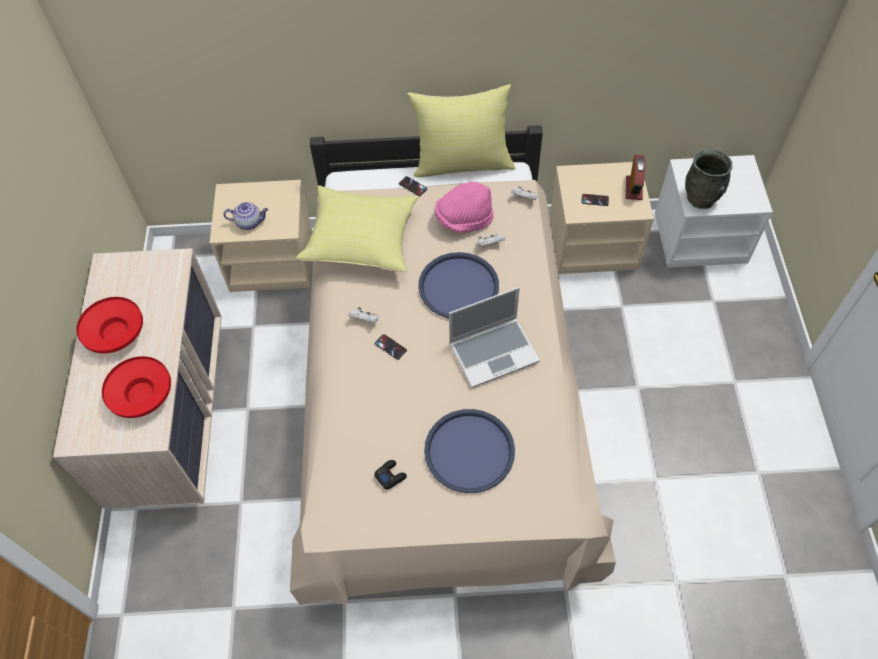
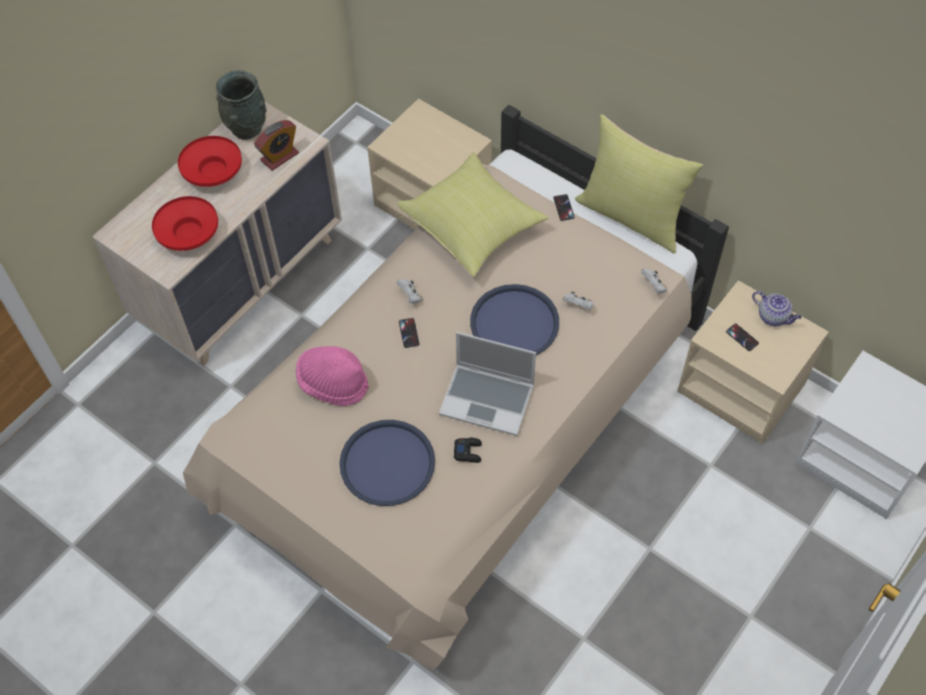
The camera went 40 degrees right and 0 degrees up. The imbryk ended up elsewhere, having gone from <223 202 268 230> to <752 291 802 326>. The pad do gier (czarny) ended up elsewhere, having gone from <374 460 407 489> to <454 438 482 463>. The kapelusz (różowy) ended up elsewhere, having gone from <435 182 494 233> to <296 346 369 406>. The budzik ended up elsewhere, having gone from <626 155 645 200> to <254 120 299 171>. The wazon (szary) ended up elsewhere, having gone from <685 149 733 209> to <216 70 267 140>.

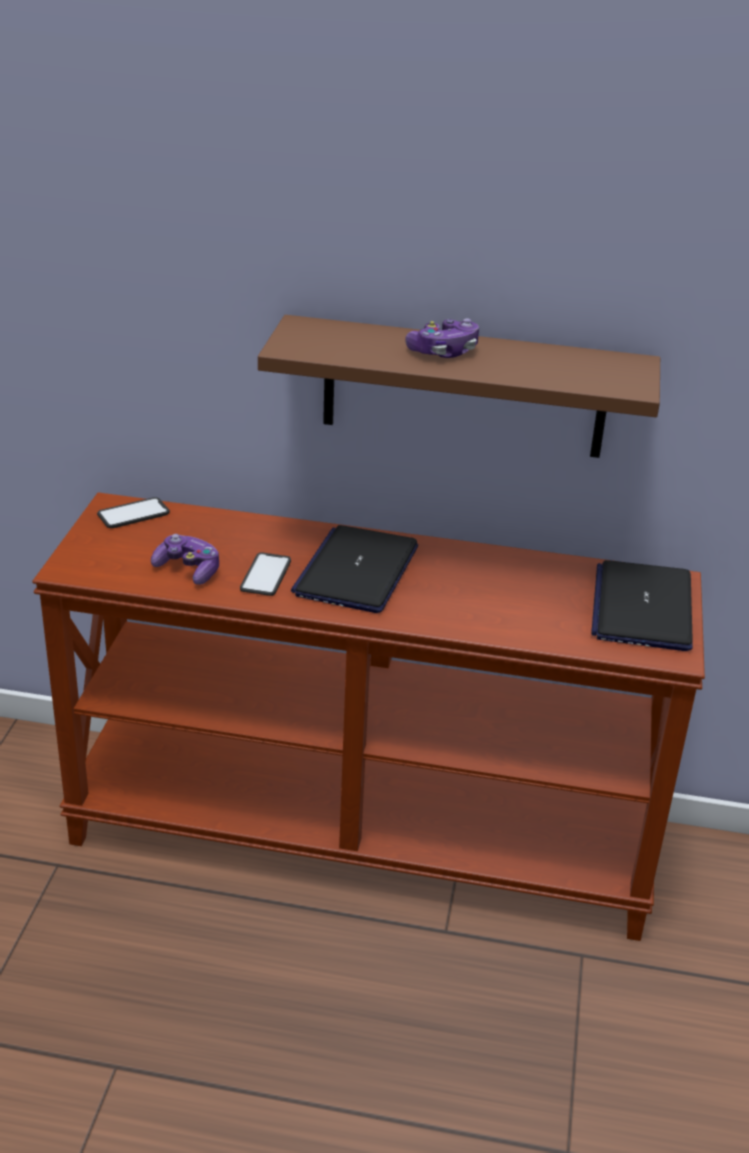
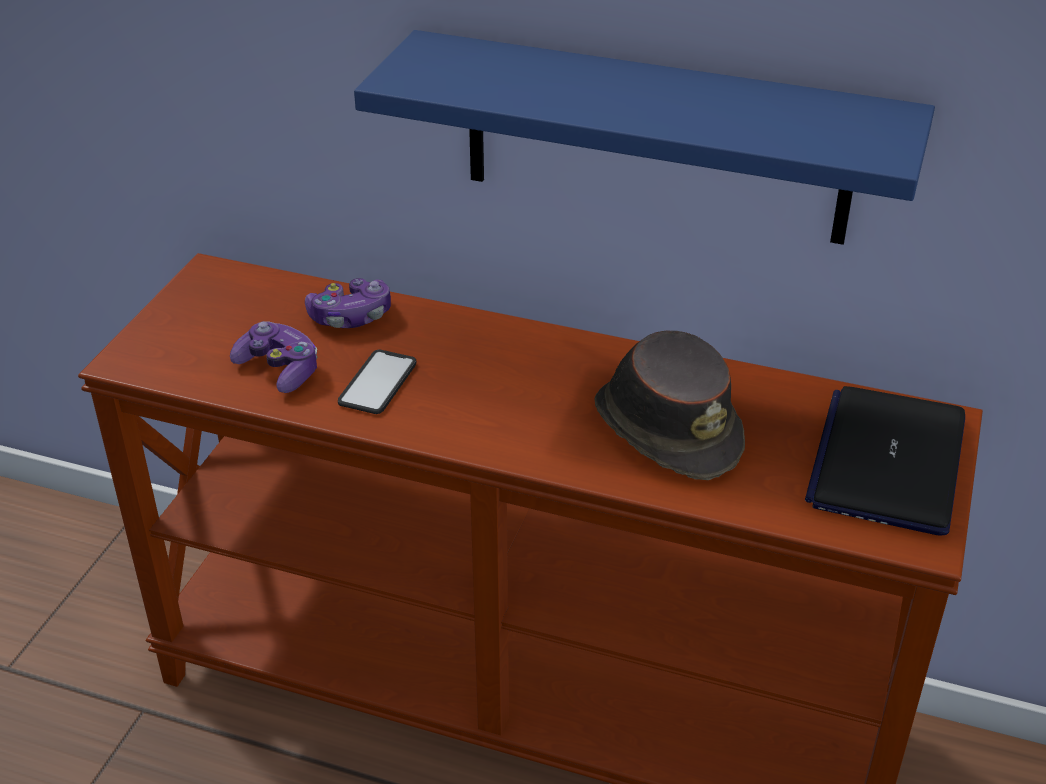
The camera went 10 degrees right and 5 degrees up. The second view lost the telefon at <97 497 170 528>. What was the półka (brązowy) at <258 315 660 458> turned into the półka (niebieski) at <354 30 935 245>. The second view lost the laptop at <291 525 418 613>. The pad do gier ended up elsewhere, having gone from <405 318 479 358> to <305 278 391 328>. The second view gained the kapelusz (brązowy) at <594 330 745 480>.

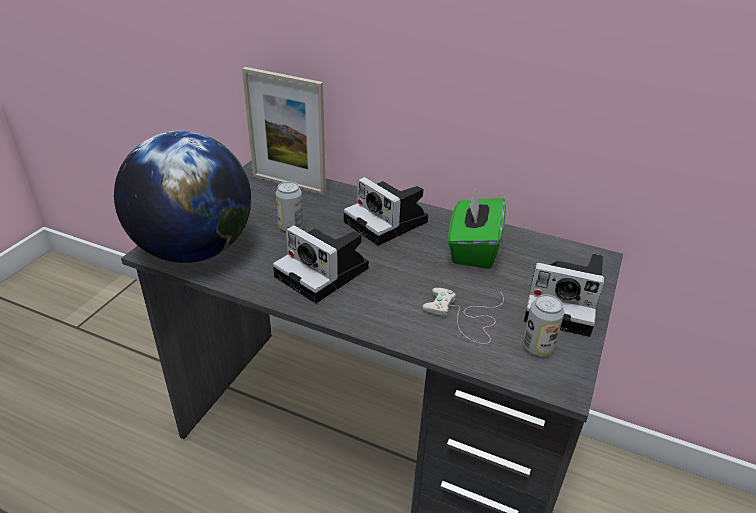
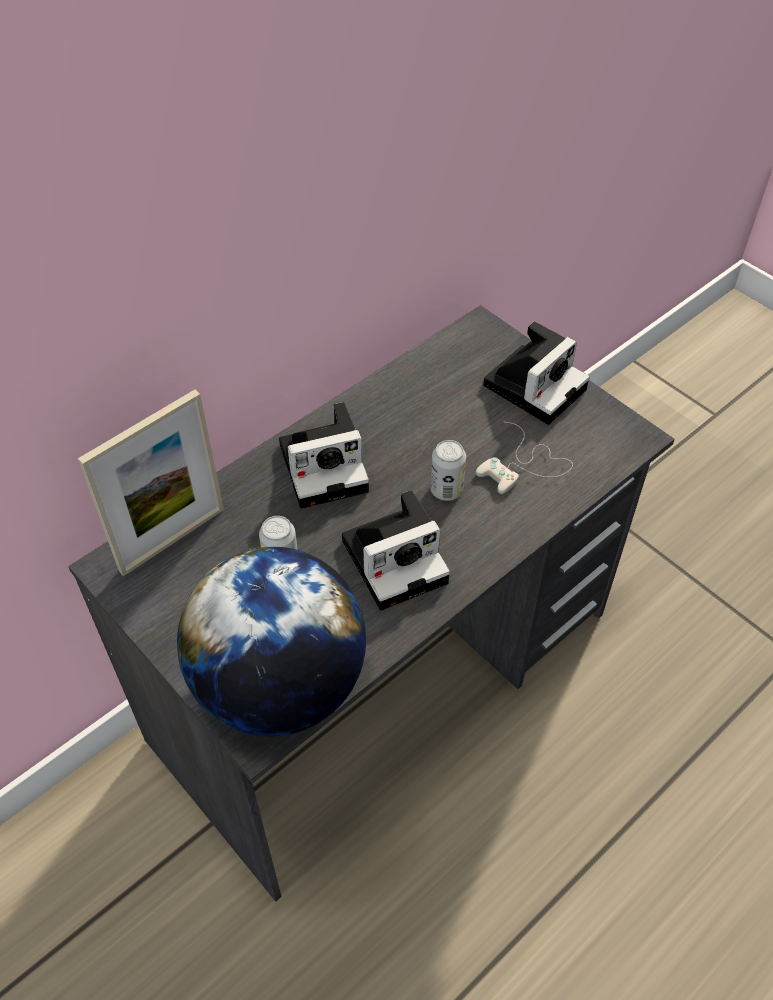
The camera went 65 degrees left and 15 degrees up. The second view lost the pudełko chusteczek (zielony) at <448 188 506 269>. The puszka ended up elsewhere, having gone from <523 294 564 356> to <430 440 466 501>.

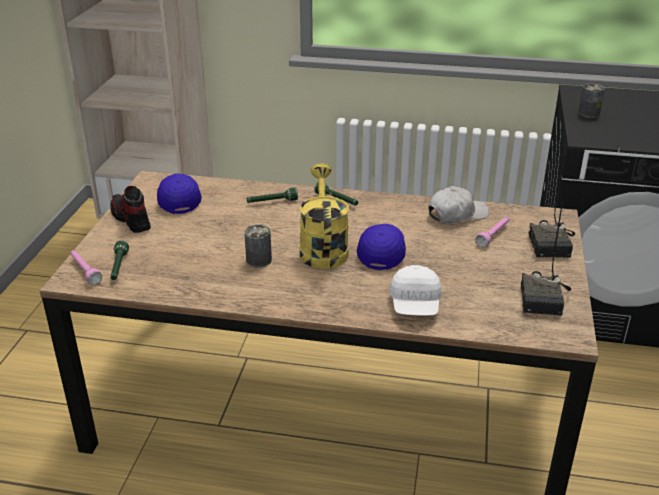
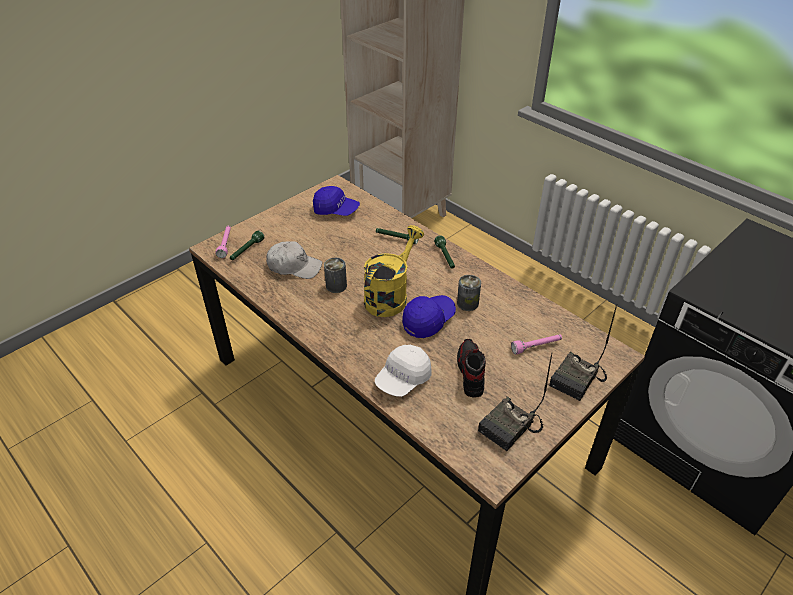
The camera went 35 degrees right and 10 degrees up. The but ended up elsewhere, having gone from <110 186 151 233> to <457 339 486 397>. The czapka z daszkiem (niebieski) at <157 173 202 214> ended up facing another way, 90 degrees clockwise from before. The czapka z daszkiem (biały) ended up elsewhere, having gone from <429 186 489 224> to <266 241 322 279>. The puszka ended up elsewhere, having gone from <578 84 605 118> to <457 275 481 311>.

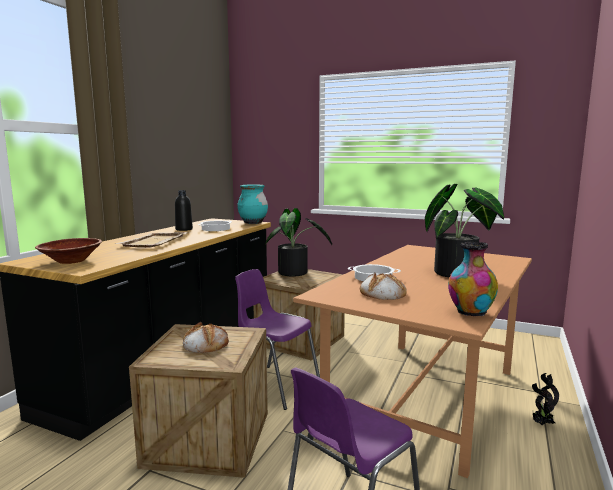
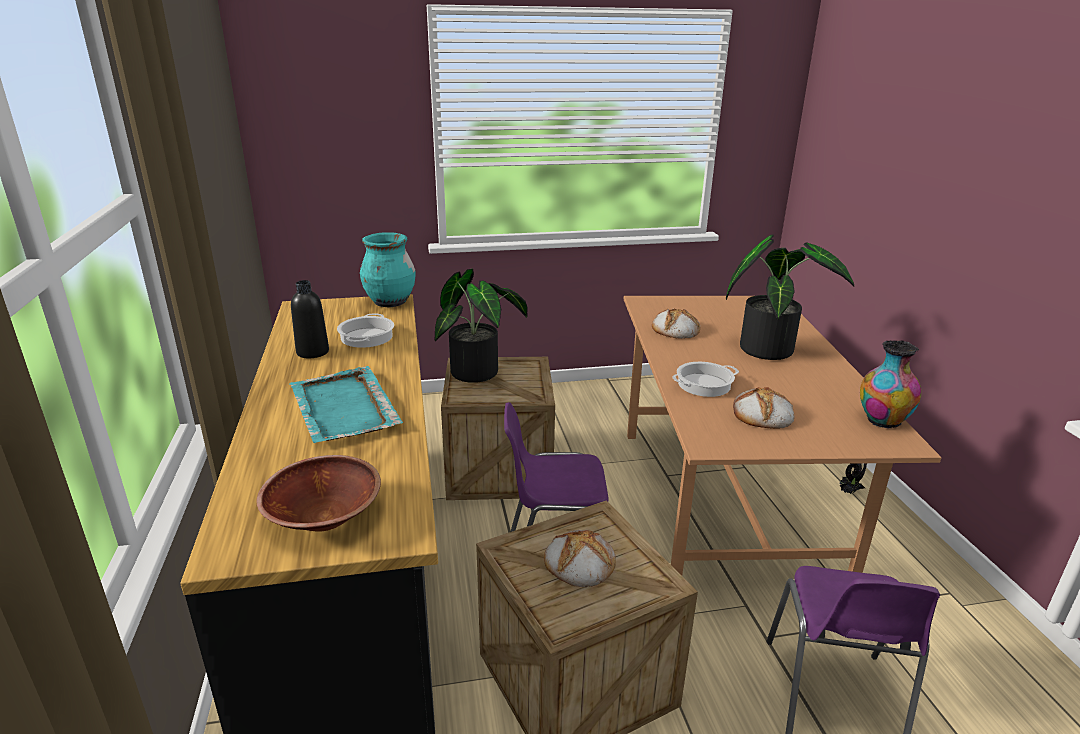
The camera went 35 degrees left and 15 degrees up. What was the taca (beżowy) at <115 232 188 248> turned into the taca (turkusowy) at <290 366 403 443>. The second view gained the chleb at <652 308 700 339>.

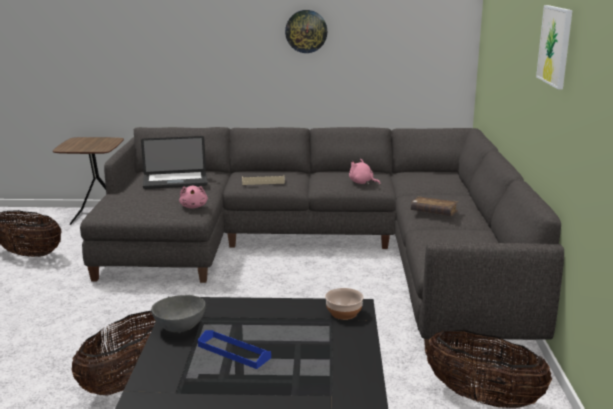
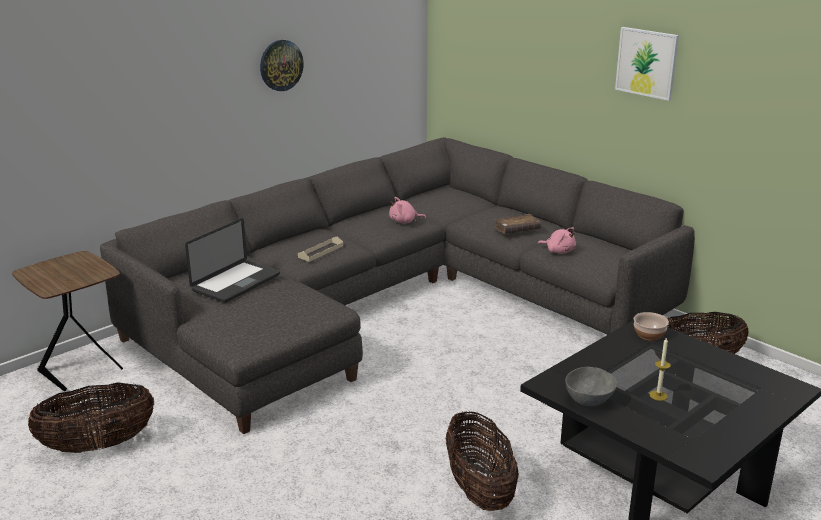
The camera went 45 degrees left and 5 degrees up. The pluszak (różowy) ended up elsewhere, having gone from <179 186 208 208> to <537 227 576 254>. Where the taca (niebieski) stood at <198 330 271 369>, the świeca came to stand at <649 337 671 401>.

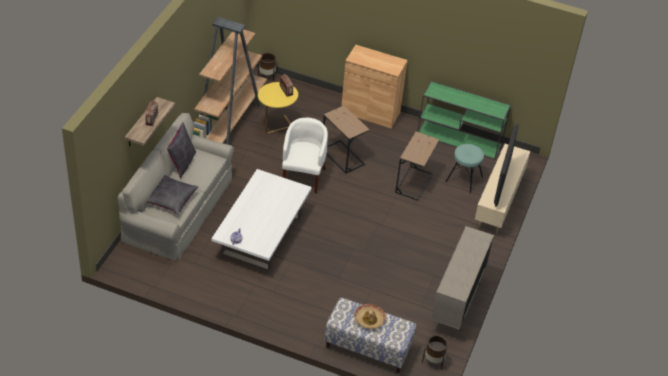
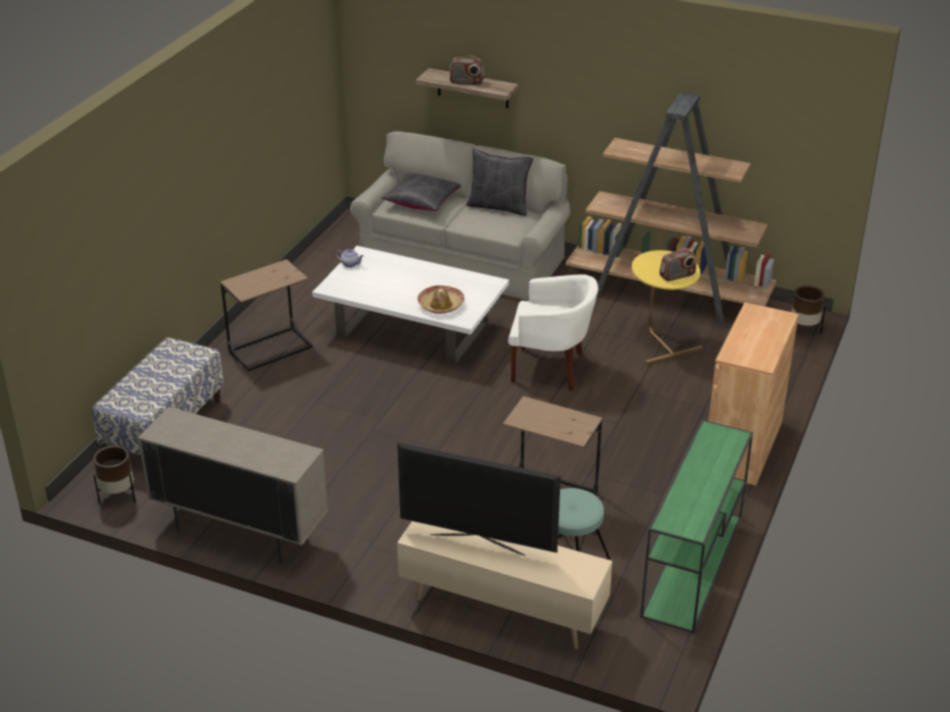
The camera went 95 degrees right and 10 degrees down. The stolik (brązowy) ended up elsewhere, having gone from <323 105 370 174> to <220 259 313 371>. The kapelusz ended up elsewhere, having gone from <354 304 386 329> to <417 285 465 314>.

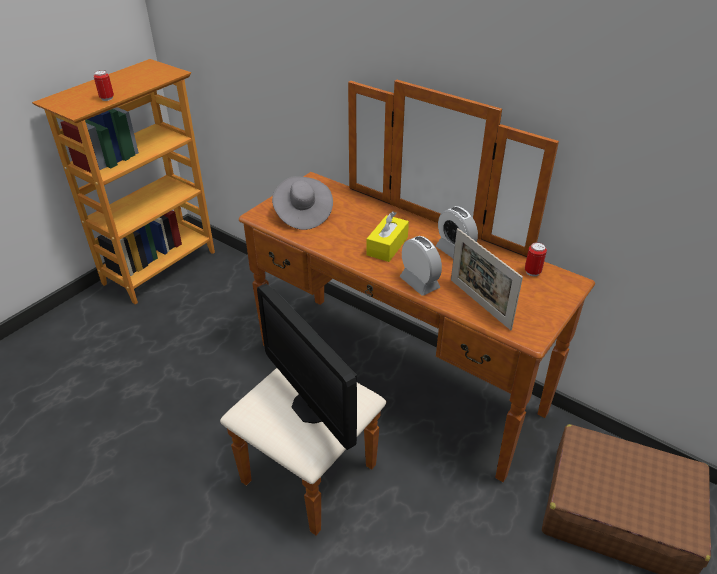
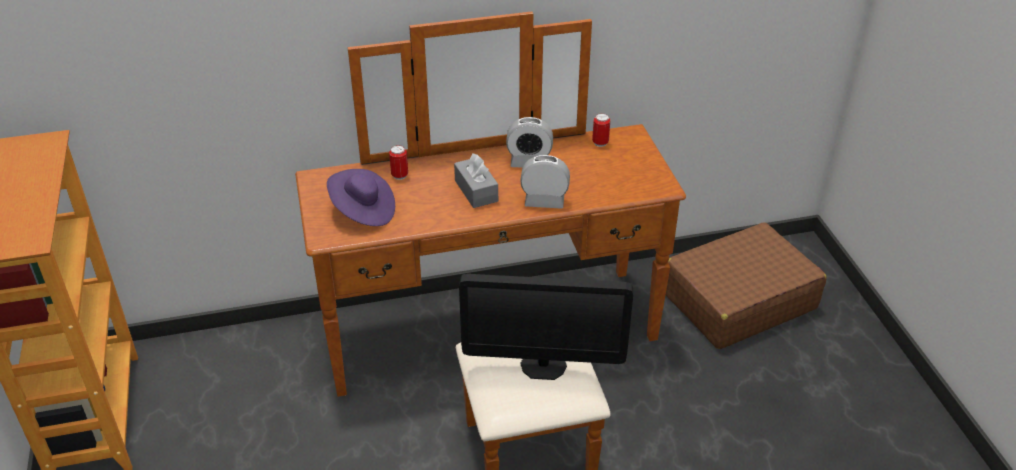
The camera went 50 degrees left and 0 degrees up. The puszka ended up elsewhere, having gone from <94 70 114 101> to <389 145 408 180>. What was the kapelusz (szary) at <272 176 333 230> turned into the kapelusz (fioletowy) at <327 169 395 226>. What was the pudełko chusteczek (żółty) at <366 211 409 262> turned into the pudełko chusteczek (szary) at <454 153 498 208>. The second view lost the ramka na zdjęcie at <451 228 523 330>.

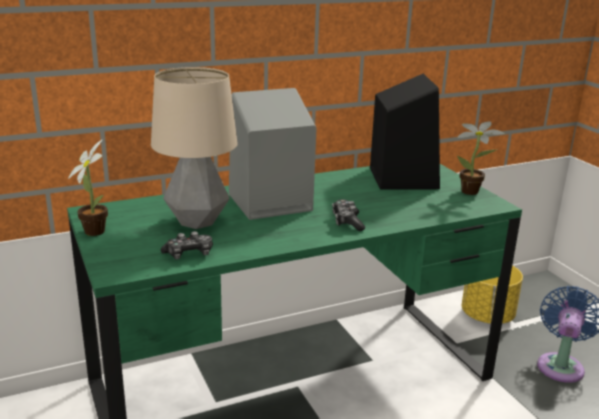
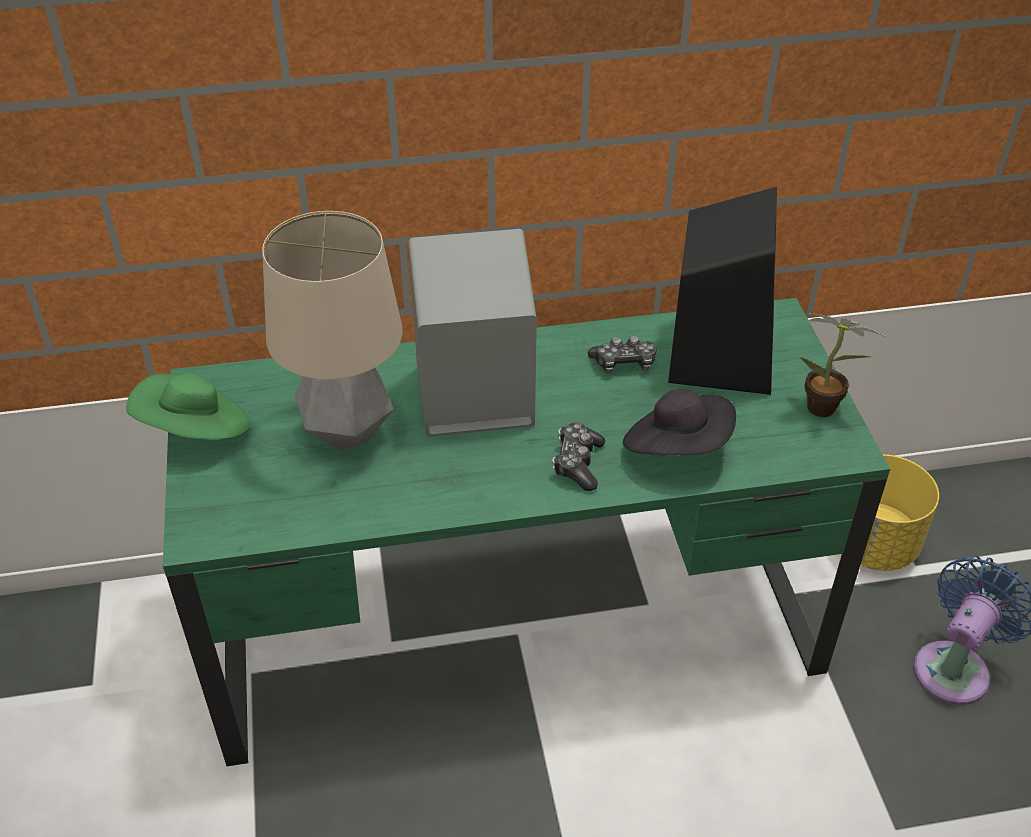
The camera went 15 degrees right and 20 degrees up. Where the roślina doniczkowa stood at <68 139 108 236>, the kapelusz (zielony) came to stand at <126 373 251 440>. The pad do gier ended up elsewhere, having gone from <161 231 213 259> to <588 335 657 374>. The second view gained the kapelusz (czarny) at <623 389 736 456>.

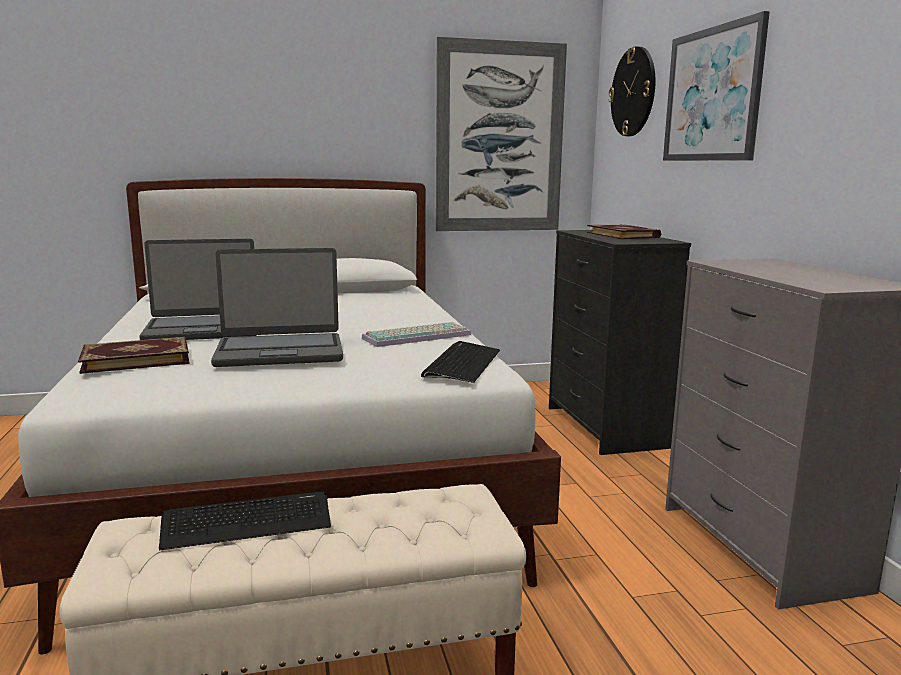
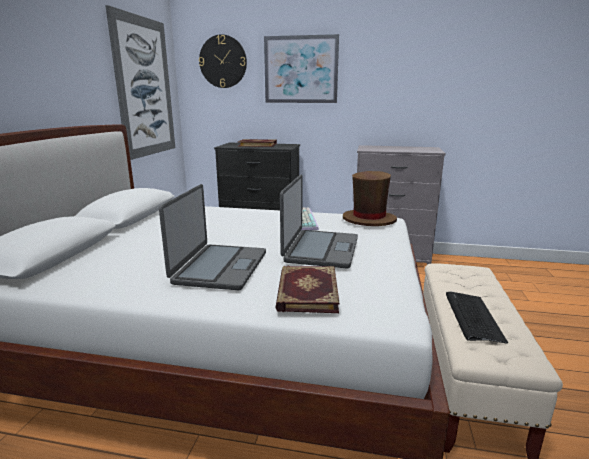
The camera went 65 degrees left and 5 degrees up. Where the klawiatura stood at <421 341 500 383>, the kapelusz (brązowy) came to stand at <343 171 397 226>.

